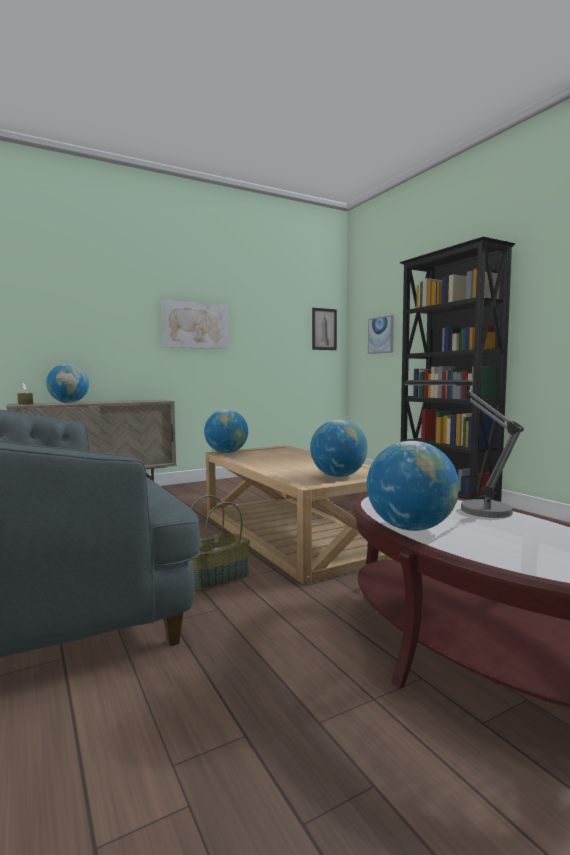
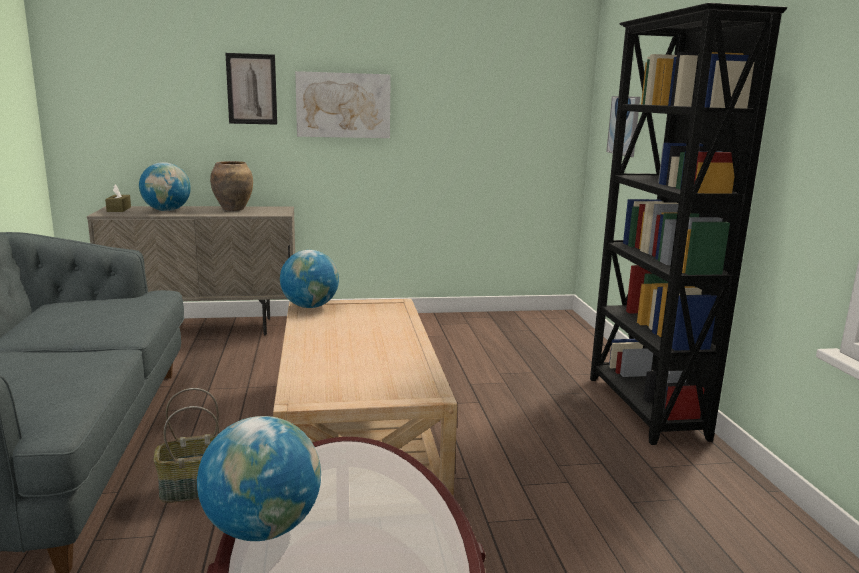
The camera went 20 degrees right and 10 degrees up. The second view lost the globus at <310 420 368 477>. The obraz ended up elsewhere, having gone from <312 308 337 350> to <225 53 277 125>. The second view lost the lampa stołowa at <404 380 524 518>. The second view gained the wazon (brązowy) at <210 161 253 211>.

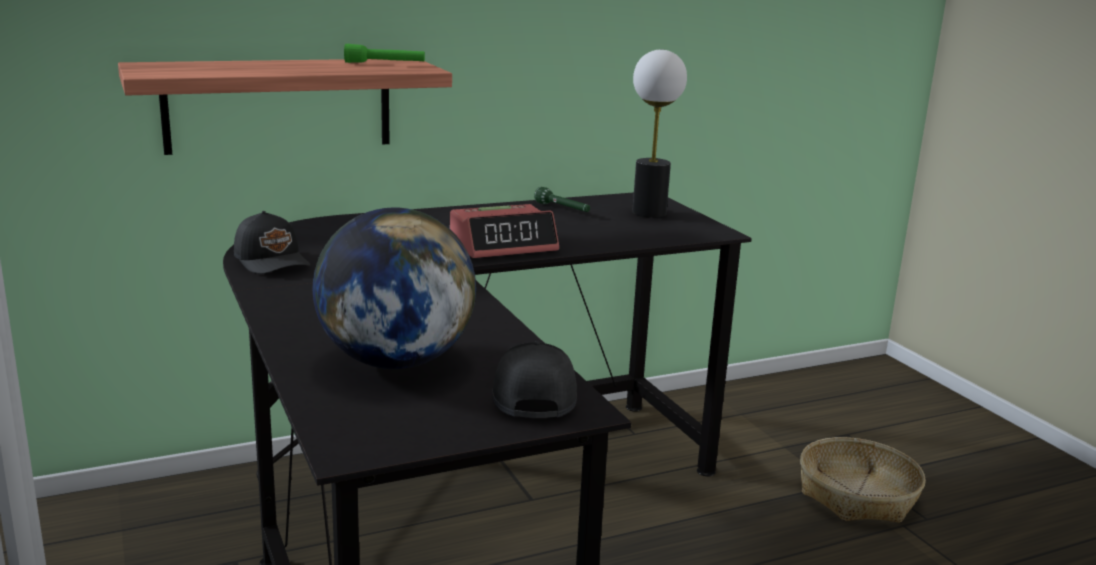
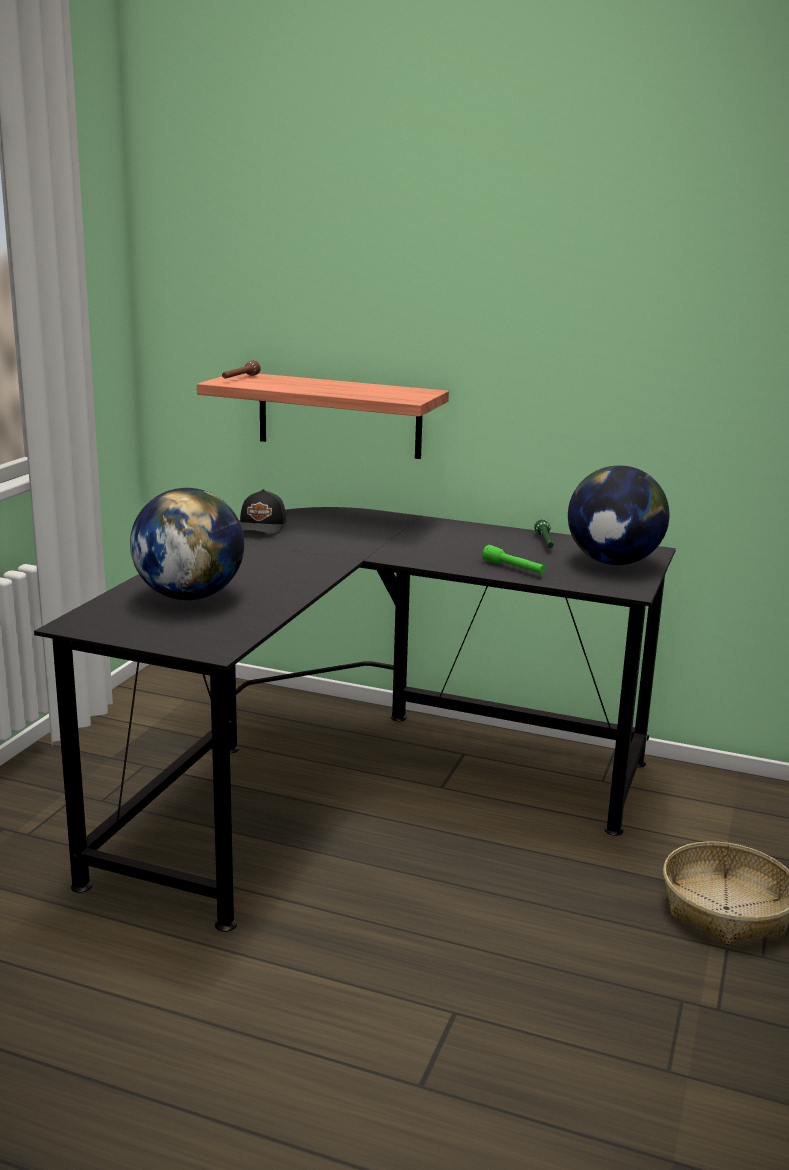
The camera went 45 degrees right and 0 degrees up. The latarka (zielony) ended up elsewhere, having gone from <344 44 425 63> to <482 545 546 574>. The second view lost the budzik at <450 204 559 258>. The second view lost the czapka z daszkiem (czarny) at <492 341 577 418>. Where the lampa stołowa stood at <632 50 687 218>, the globus came to stand at <568 465 669 565>. The second view gained the latarka (brązowy) at <222 360 261 379>.

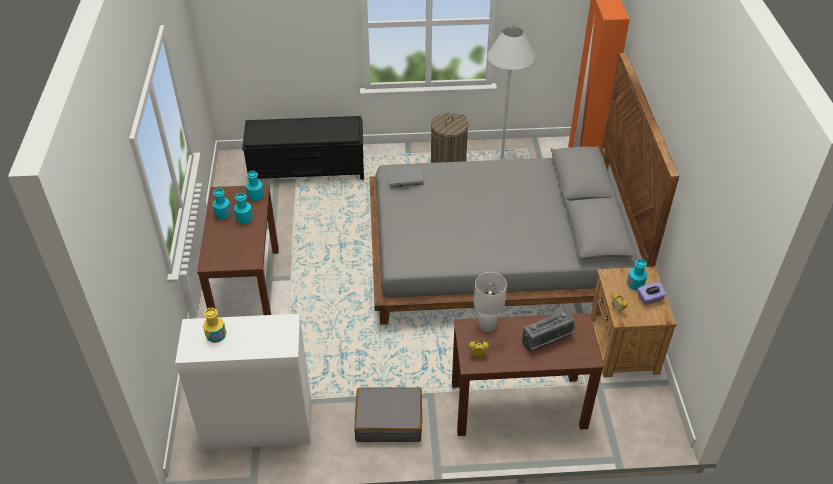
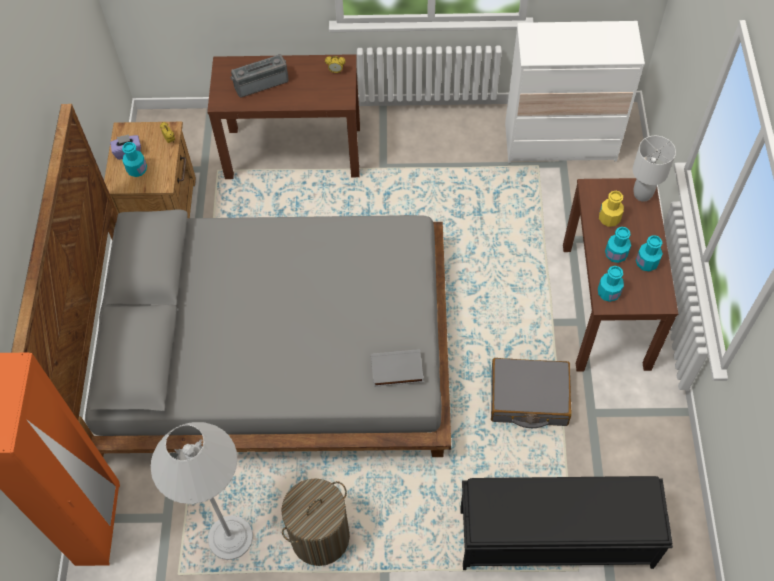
The camera went 175 degrees left and 15 degrees up. The butelka (żółty) ended up elsewhere, having gone from <203 308 226 343> to <599 191 624 227>. The walizka (szary) ended up elsewhere, having gone from <354 387 422 442> to <491 358 572 428>. The lampa stołowa (biały) ended up elsewhere, having gone from <474 272 507 332> to <633 136 676 202>.

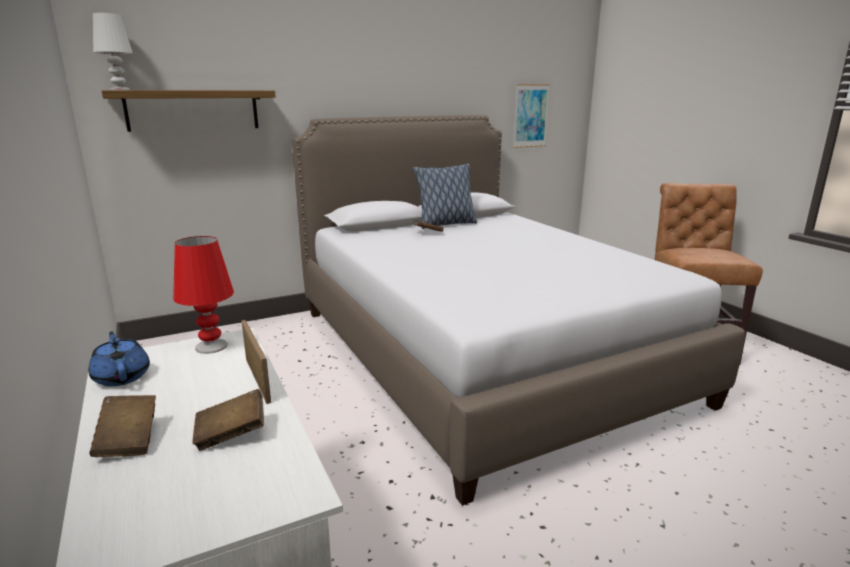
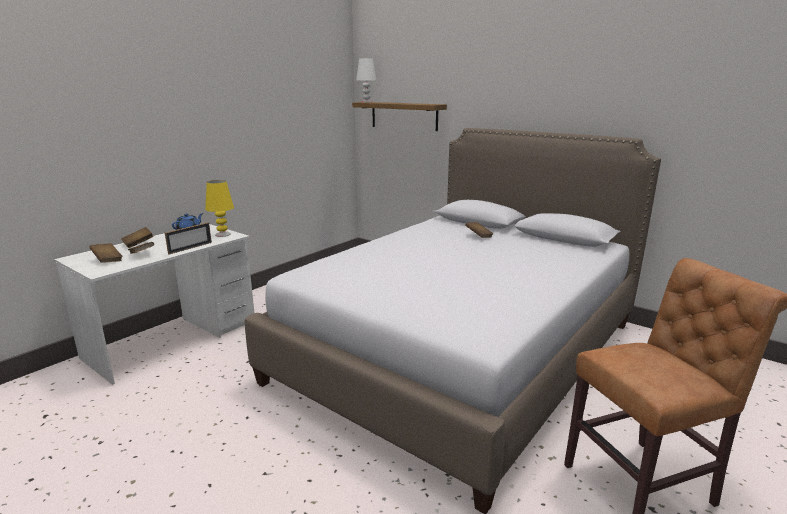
The camera went 65 degrees right and 0 degrees up. What was the lampa stołowa (czerwony) at <173 236 234 354> turned into the lampa stołowa (żółty) at <205 180 234 237>. The second view lost the poduszka at <412 163 477 229>. The second view lost the obraz at <513 84 550 148>. The second view gained the książka (brązowy) at <89 243 123 263>.

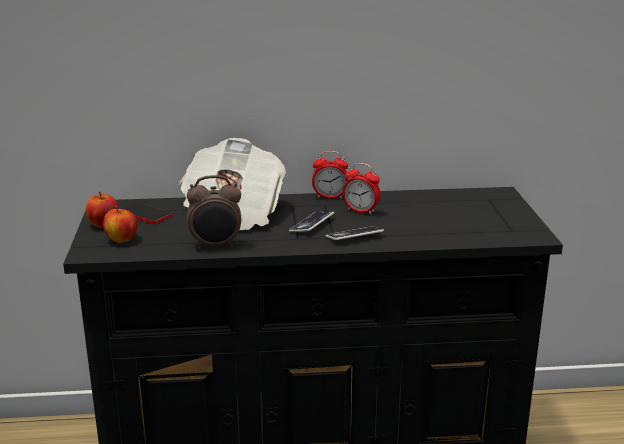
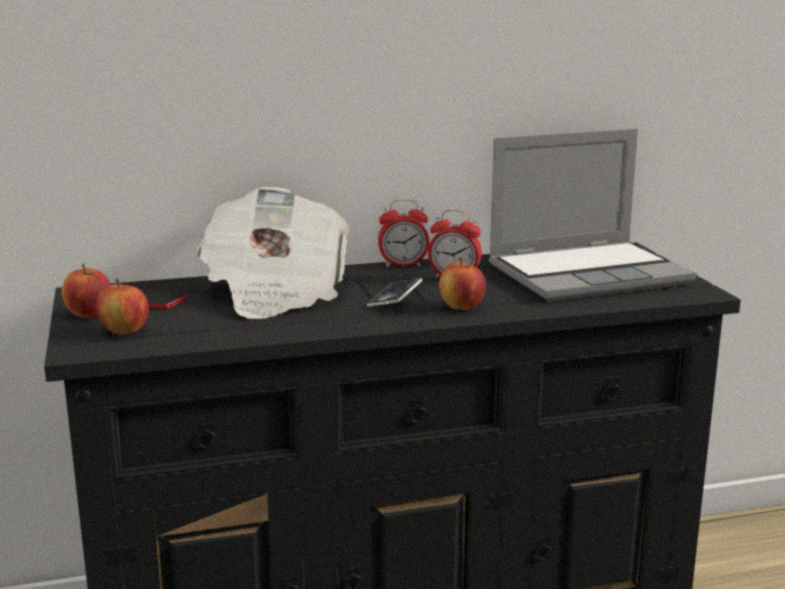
The camera went 10 degrees left and 5 degrees down. The second view lost the budzik at <187 175 241 249>. Where the telefon stood at <326 226 384 240>, the jabłko came to stand at <439 257 486 310>. The second view gained the laptop at <489 129 697 302>.

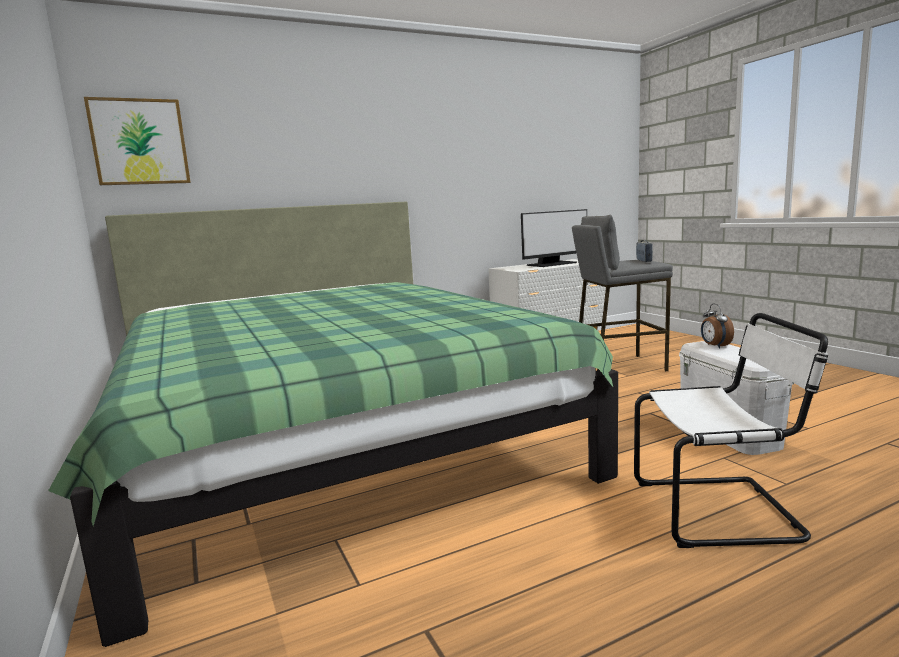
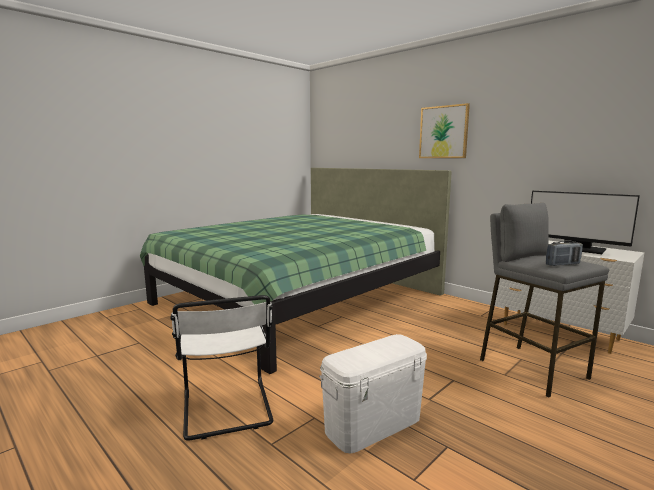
The camera went 70 degrees right and 0 degrees up. The obraz ended up elsewhere, having gone from <84 97 191 185> to <419 103 470 158>. The second view lost the budzik at <701 304 734 348>.

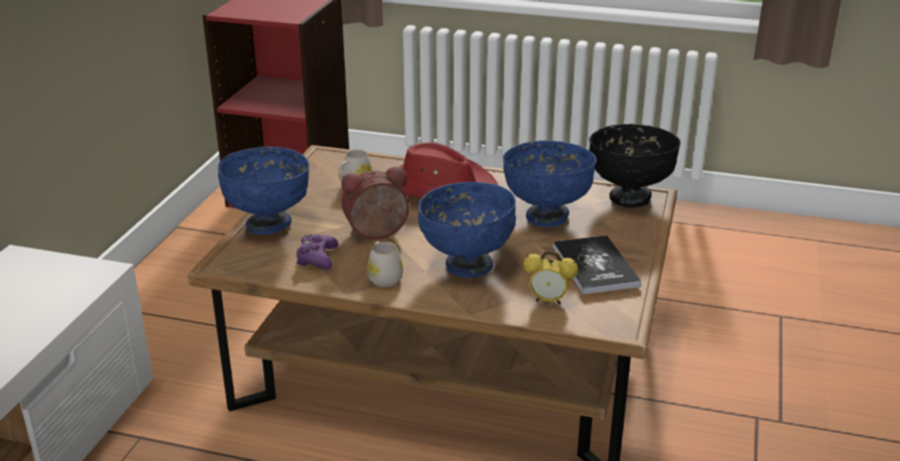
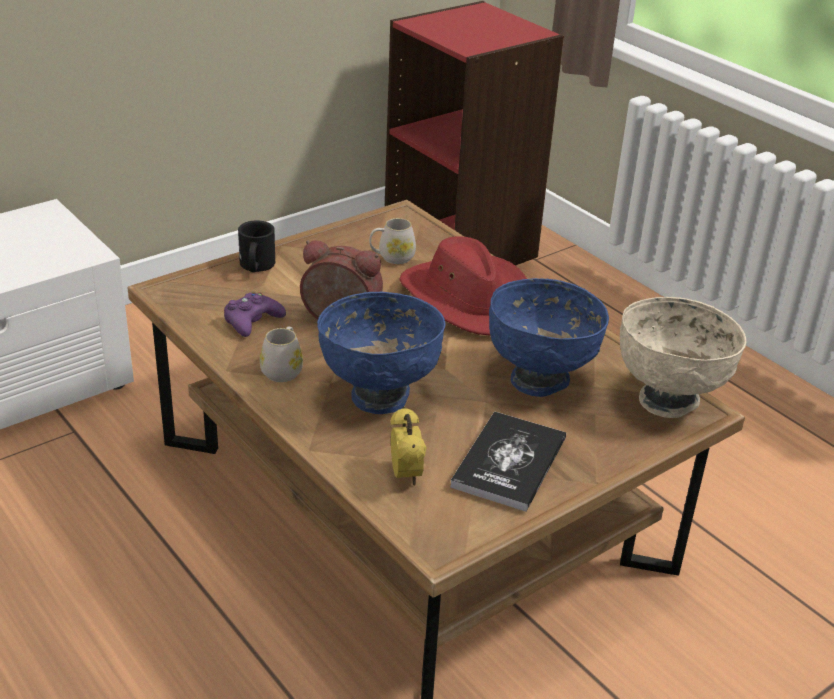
The camera went 35 degrees right and 5 degrees up. Where the miska (niebieski) stood at <218 147 309 235>, the kubek (czarny) came to stand at <238 220 275 272>. The budzik at <523 251 578 305> ended up facing another way, 150 degrees counterclockwise from before. What was the miska (czarny) at <589 124 681 208> turned into the miska (beżowy) at <620 297 747 418>.

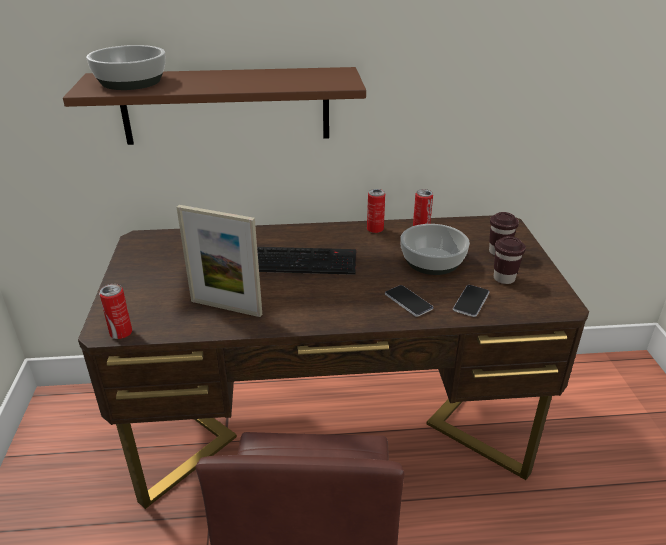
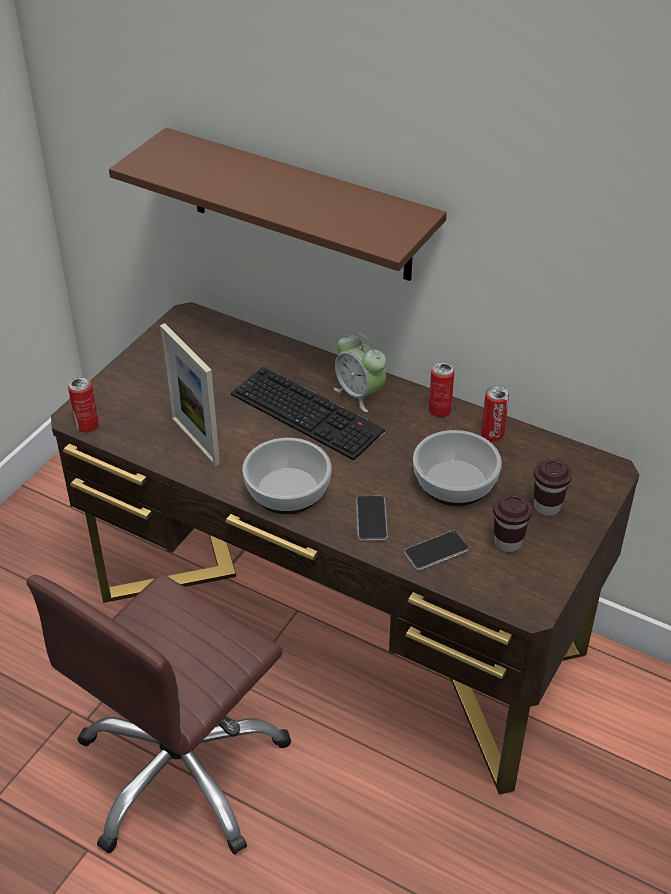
The camera went 35 degrees right and 10 degrees up. The miska ended up elsewhere, having gone from <86 45 166 90> to <242 438 331 514>. The second view gained the budzik at <334 333 386 412>.

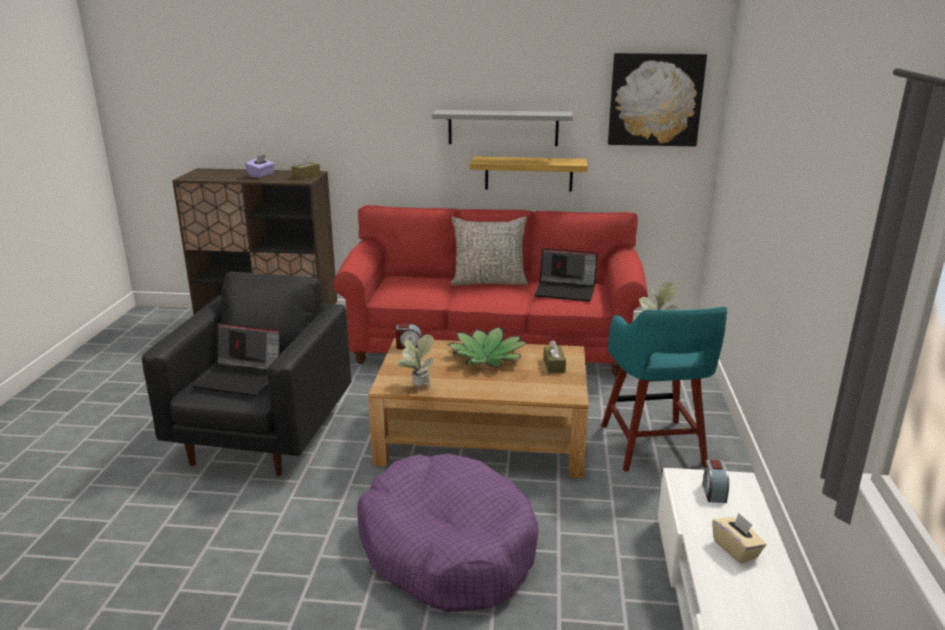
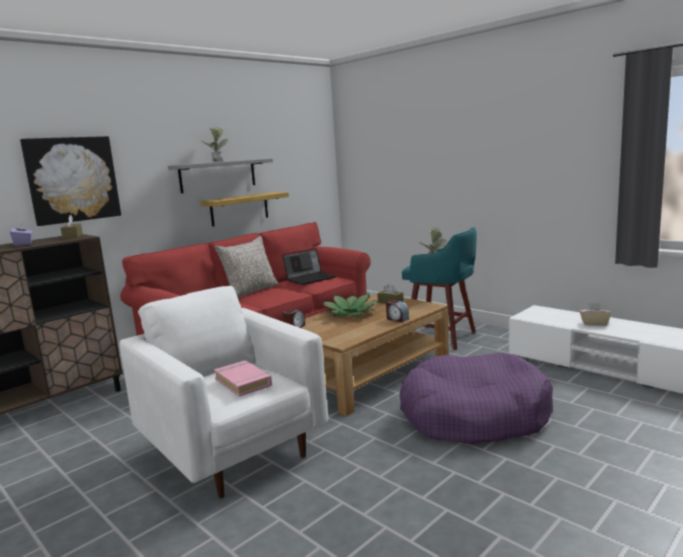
The camera went 50 degrees left and 10 degrees down. What was the fotel (czarny) at <142 272 352 476> turned into the fotel (biały) at <119 285 328 498>. Where the laptop stood at <191 323 281 396>, the książka (różowy) came to stand at <214 360 272 397>. The roślina doniczkowa ended up elsewhere, having gone from <398 334 434 387> to <201 127 228 162>. The obraz ended up elsewhere, having gone from <608 53 707 147> to <20 136 121 226>. The budzik ended up elsewhere, having gone from <702 459 729 503> to <386 300 409 323>.

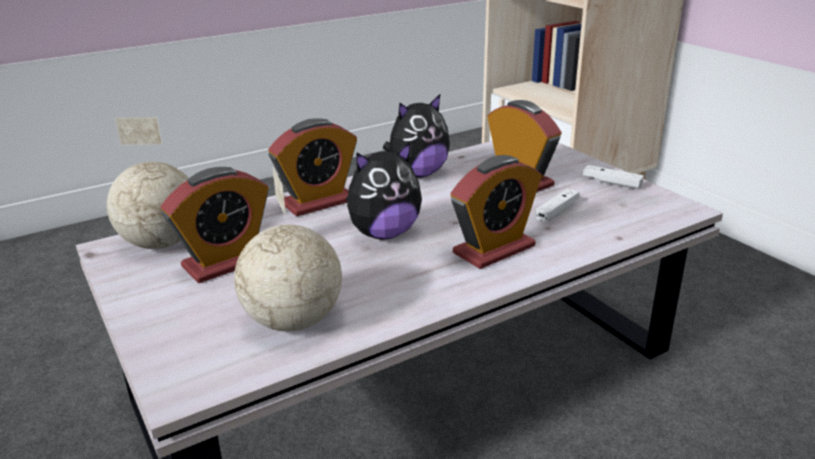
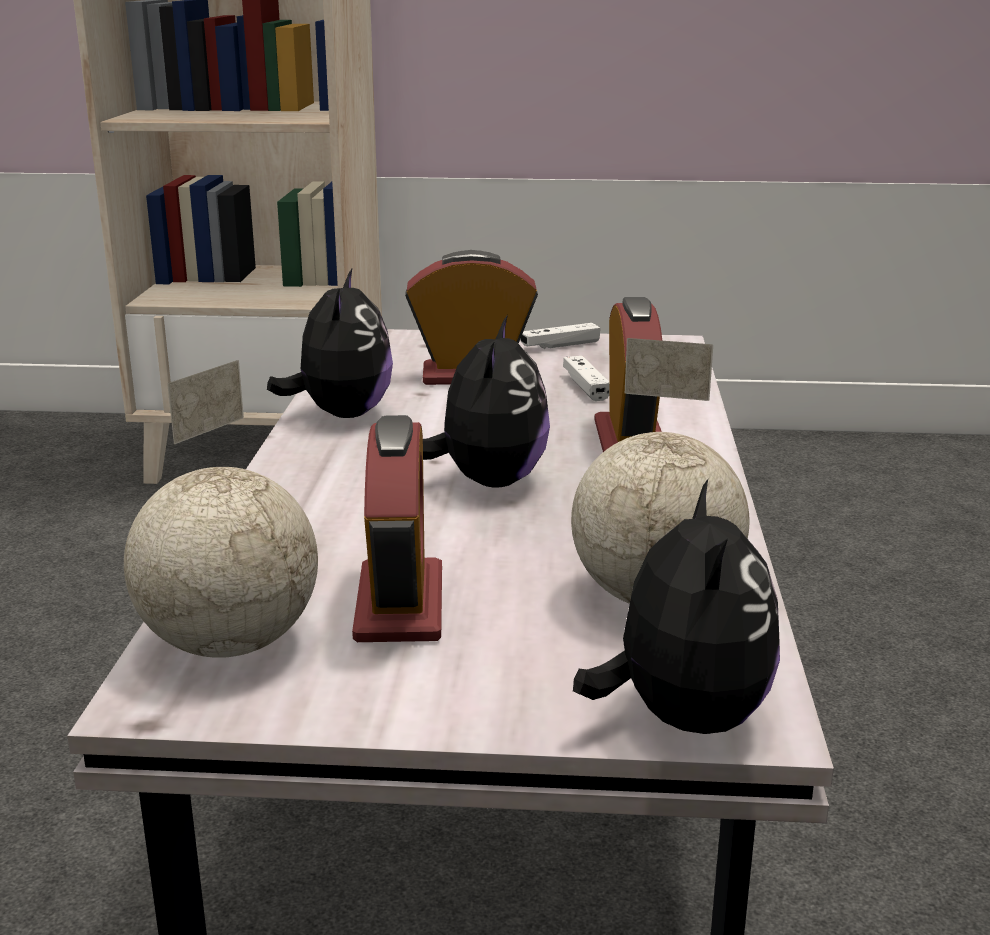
The camera went 55 degrees left and 5 degrees down. The second view lost the budzik at <268 118 357 216>. The second view gained the pluszak at <573 479 780 734>.

